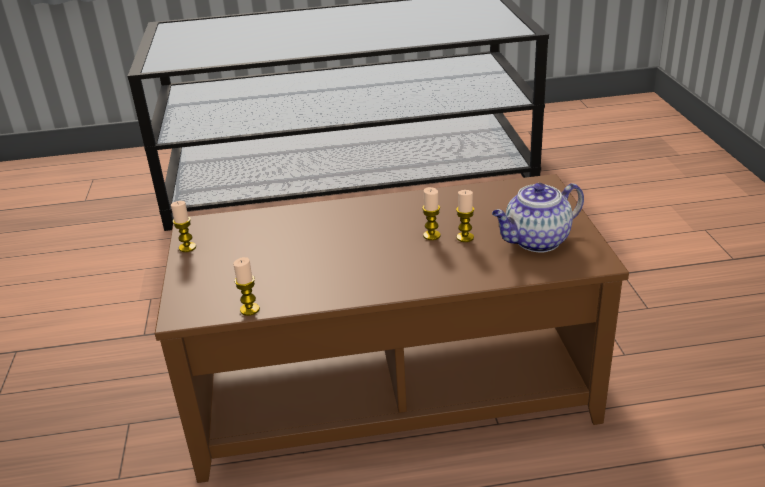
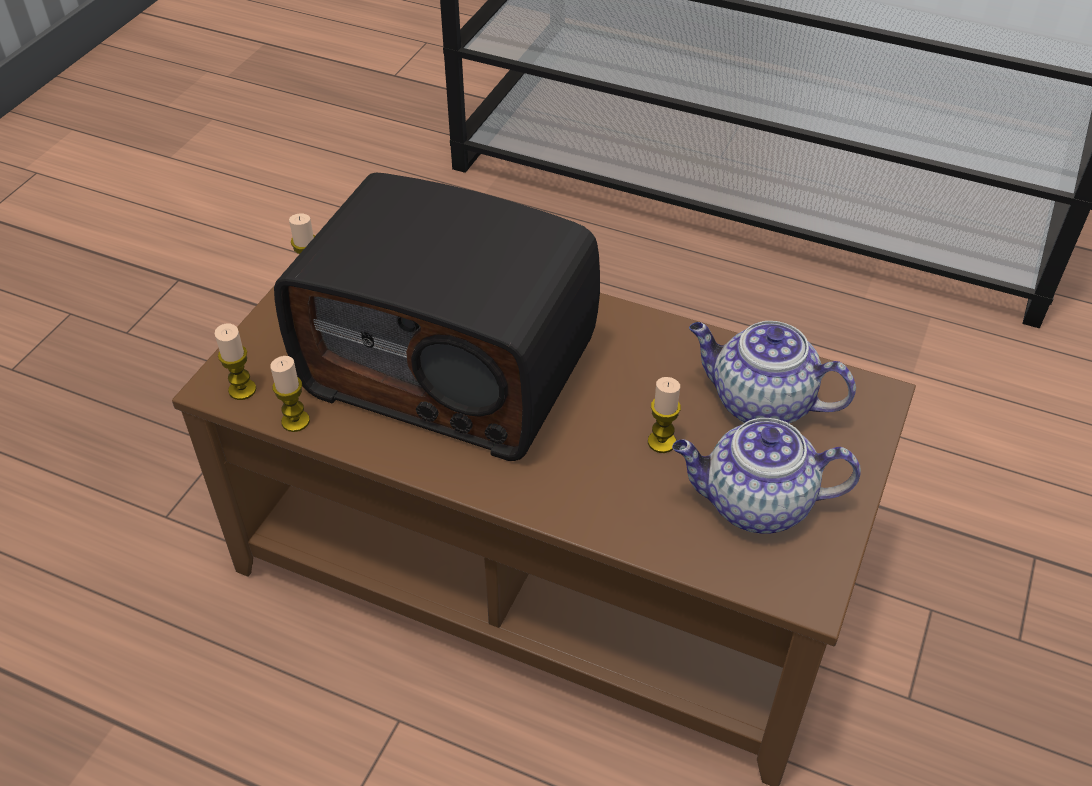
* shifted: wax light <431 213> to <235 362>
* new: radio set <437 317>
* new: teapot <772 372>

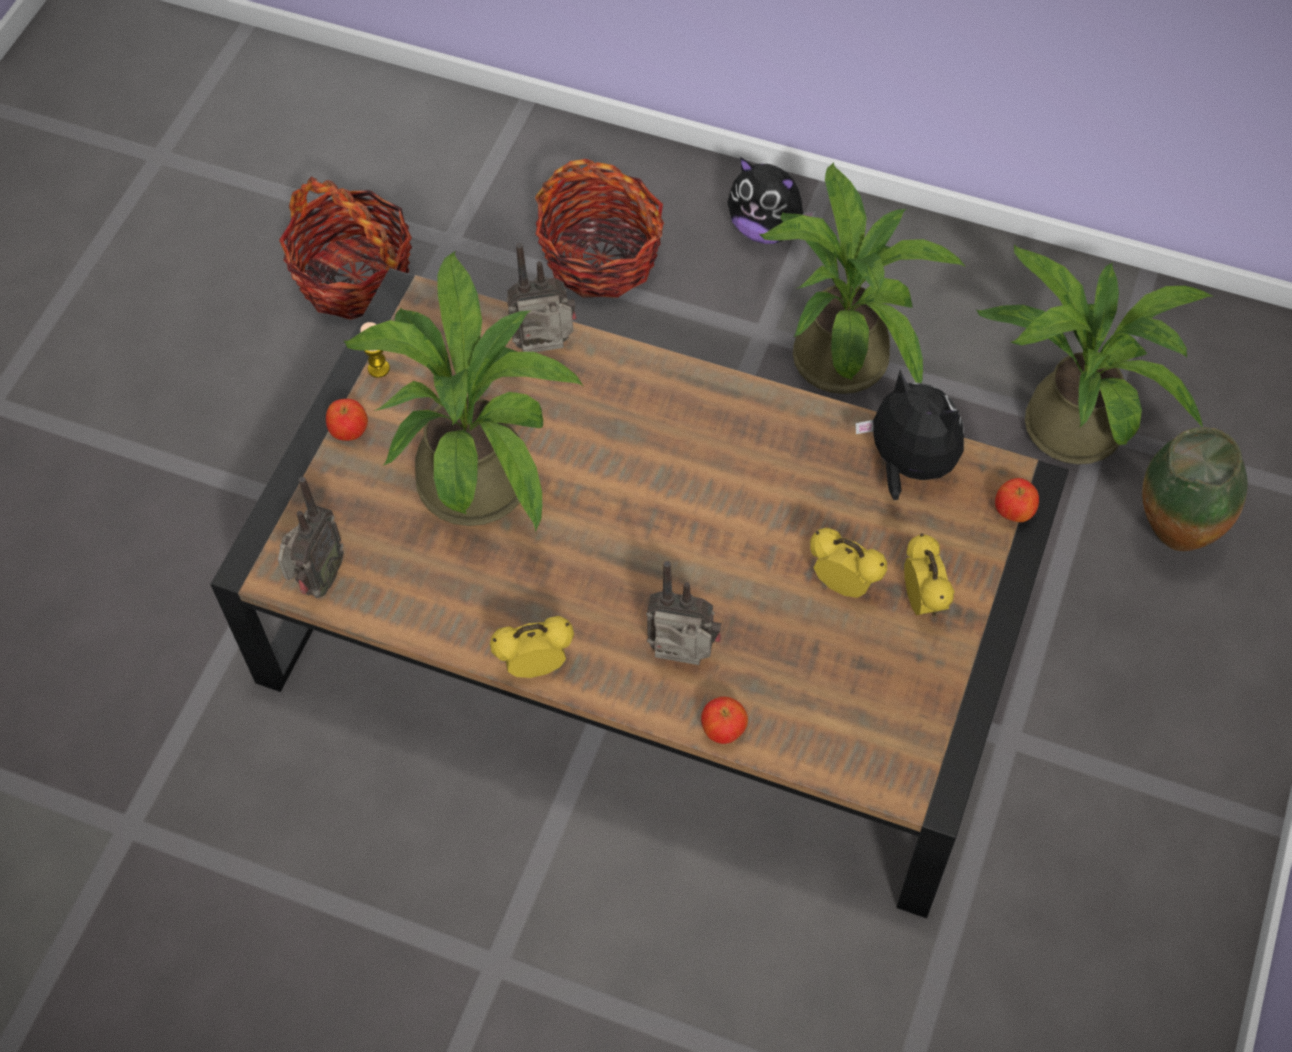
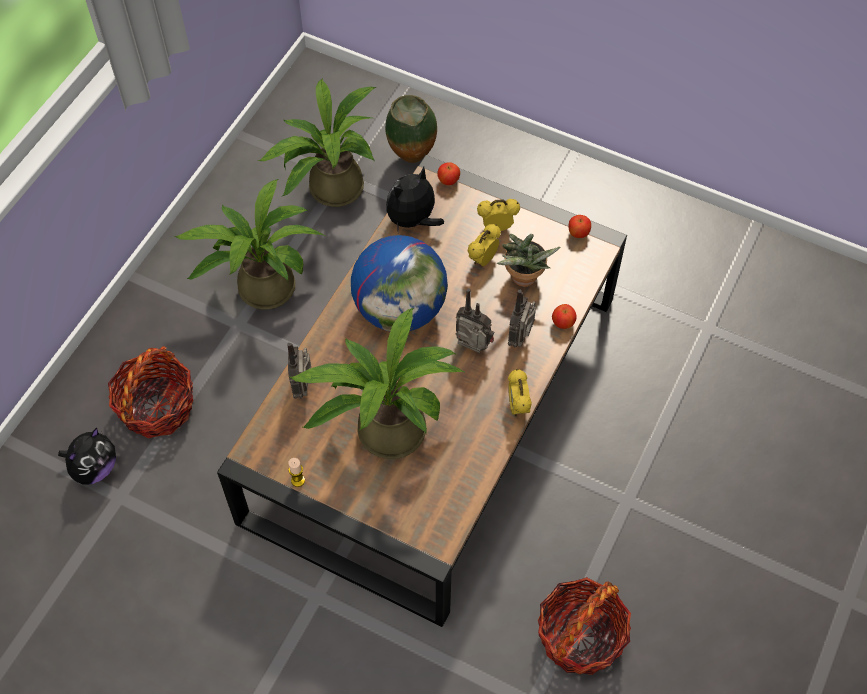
* shifted: radio set <311 537> to <475 320>
* shifted: household basket <345 248> to <584 626>
* shifted: whole apple <347 420> to <580 226>
* shifted: plush toy <771 200> to <87 456>
* new: globe <399 283>
* new: plant in a pot <528 260>

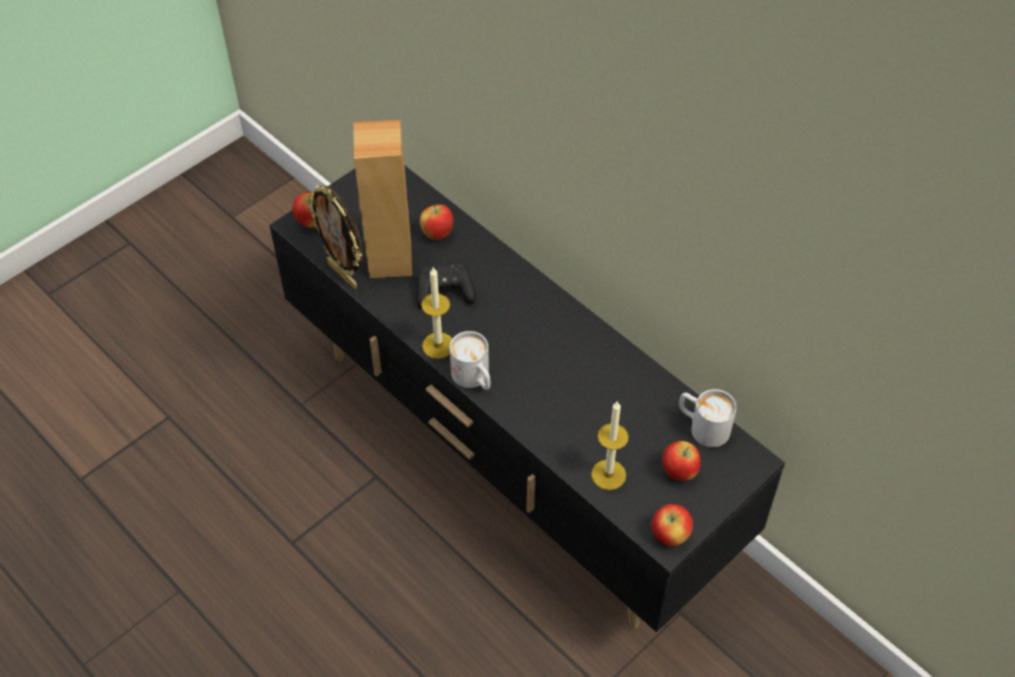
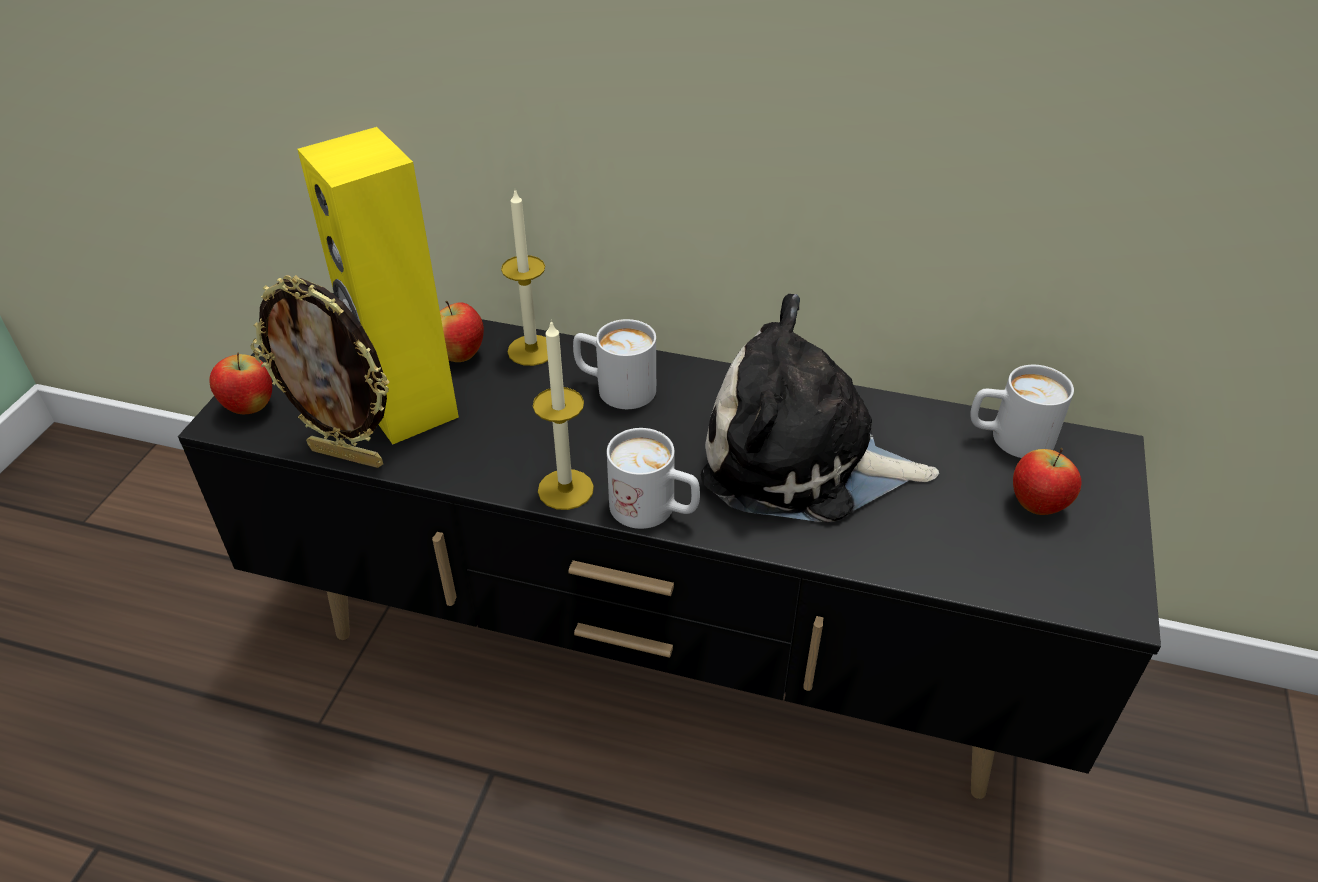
* repainted: brownish loudspeaker <383 199> to yellow-coloured loudspeaker <378 285>
* gone: black game controller <447 286>
* shifted: wax light <610 445> to <524 278>
* gone: whole apple <672 525>
* new: whitish mug <614 364>
* new: plush toy <820 408>

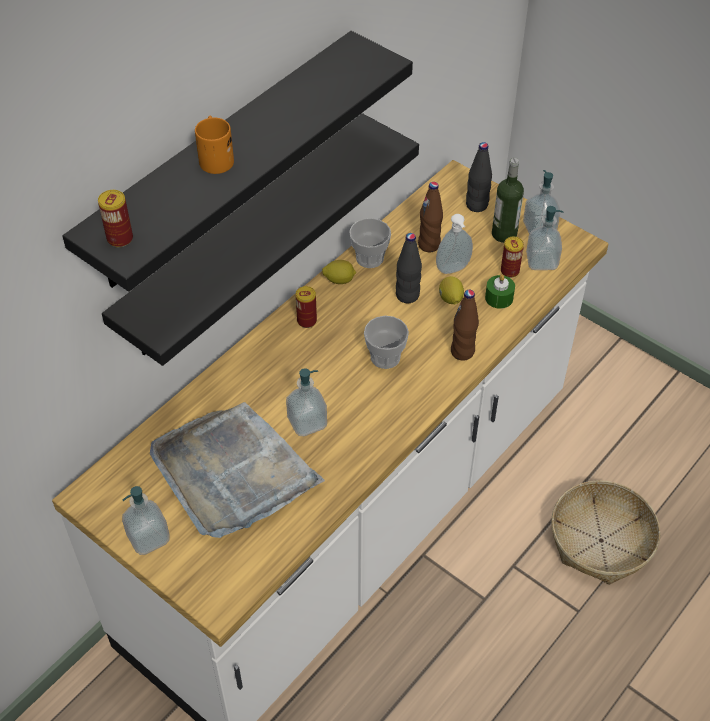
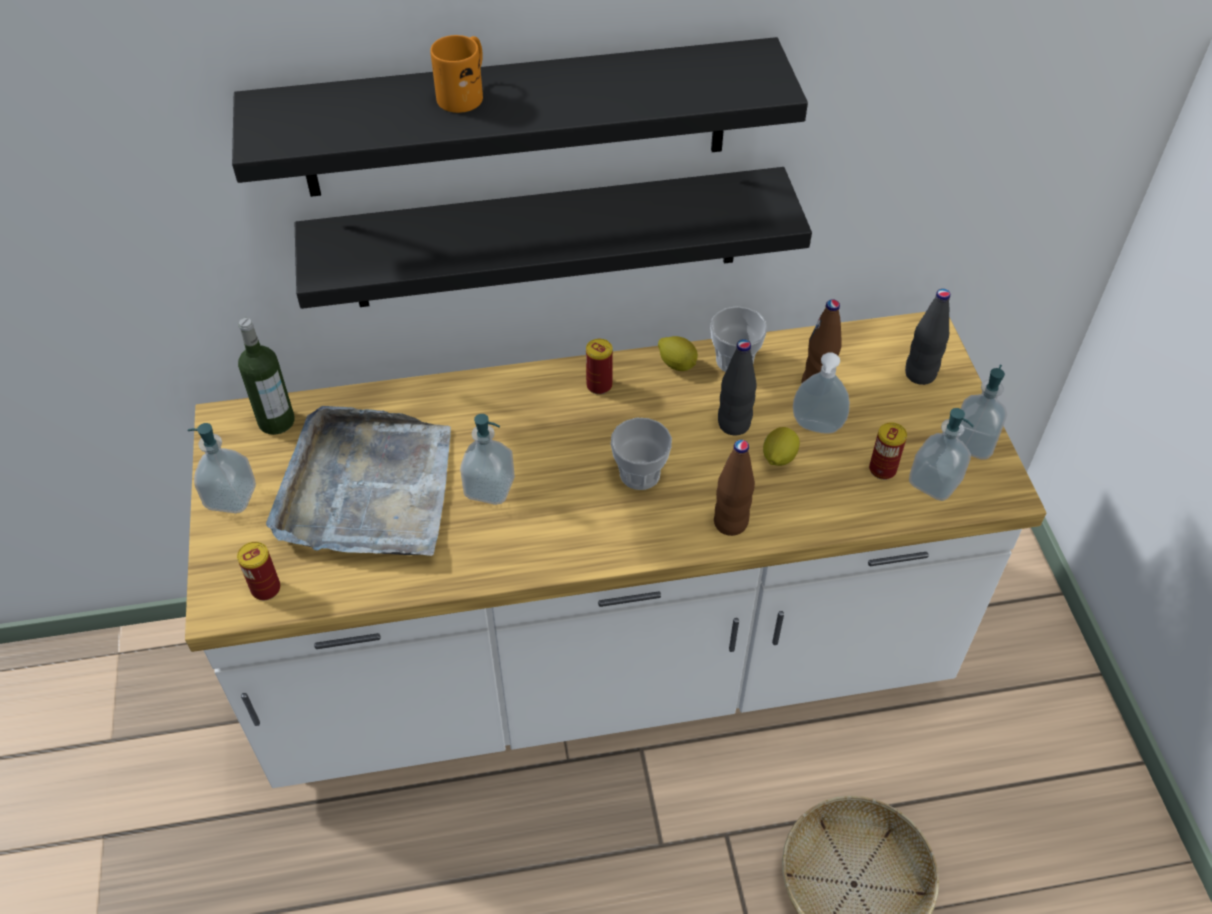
* shifted: metal can <115 218> to <258 571>
* gone: green-coloured wax light <500 291>
* shifted: beverage bottle <508 200> to <266 376>

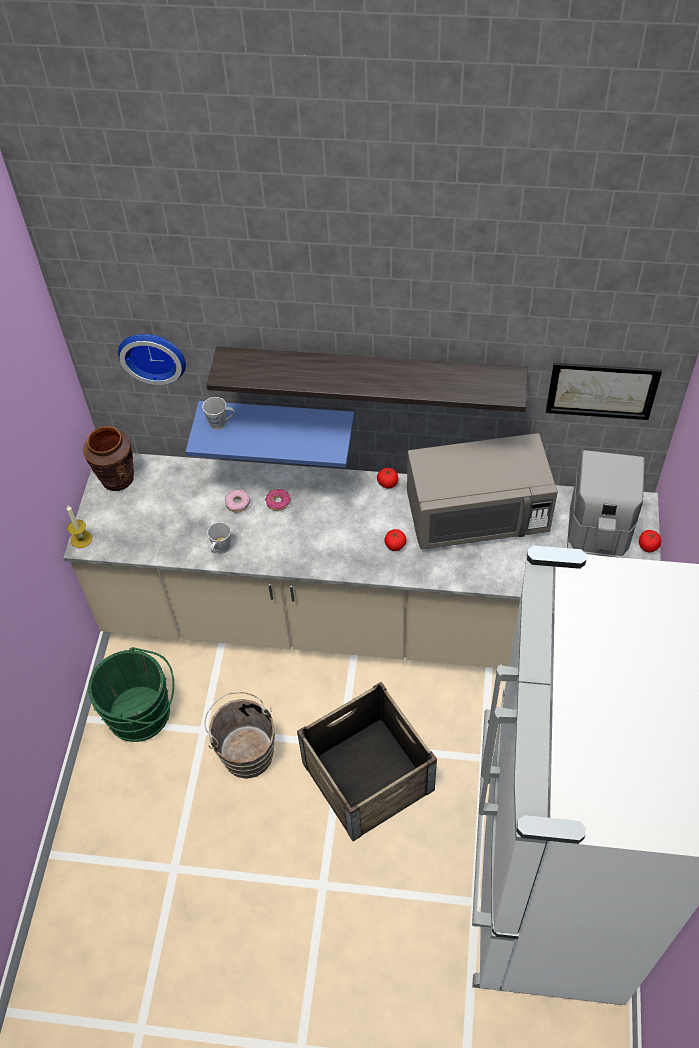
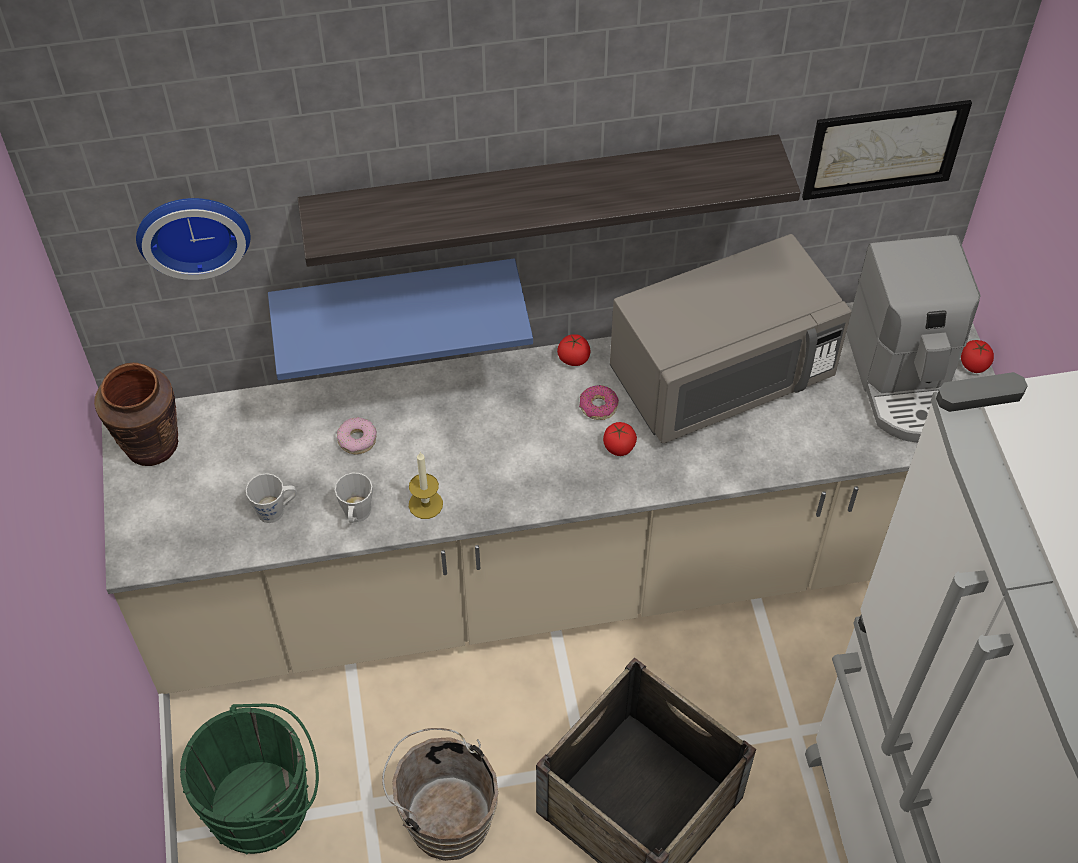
* shifted: wax light <79 527> to <426 485>
* shifted: gray mug <218 413> to <271 498>
* shifted: ring doughnut <278 500> to <599 402>

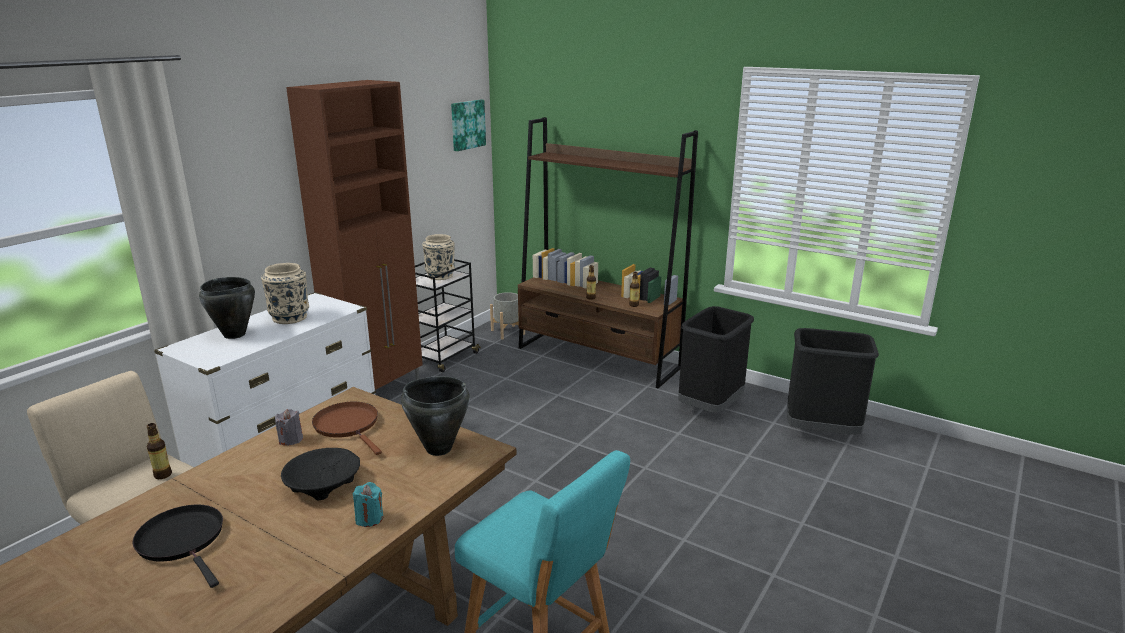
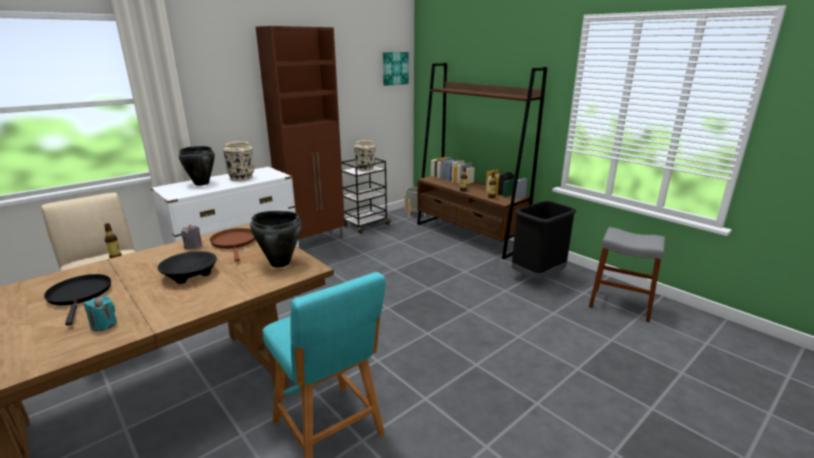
* shifted: turquoise wax light <368 504> to <100 313>
* swapped: black waste bin <833 381> to gray stool <627 274>

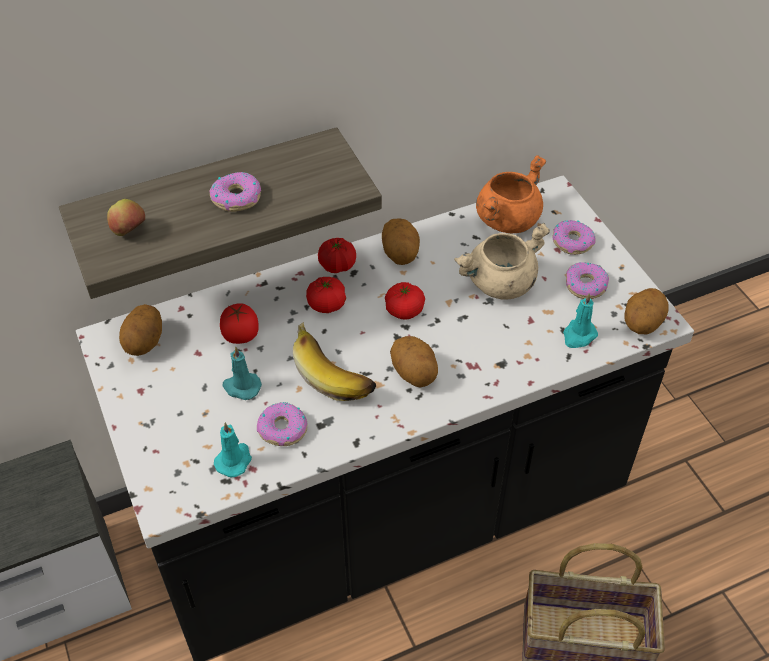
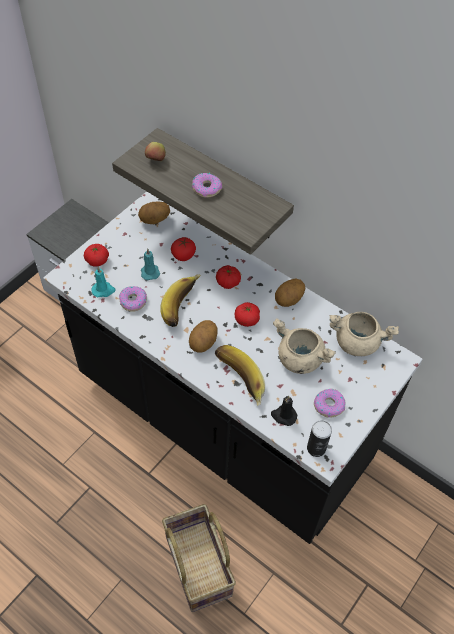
* shifted: tomato <337 255> to <96 255>
* repainted: orangey cooking pot <511 194> to beige cooking pot <364 334>
* gone: ring doughnut <574 237>
* repainted: turquoise wax light <580 320> to black wax light <284 411>
* swapped: whole potato <646 311> to metal can <319 438>
* new: banana fruit <240 375>

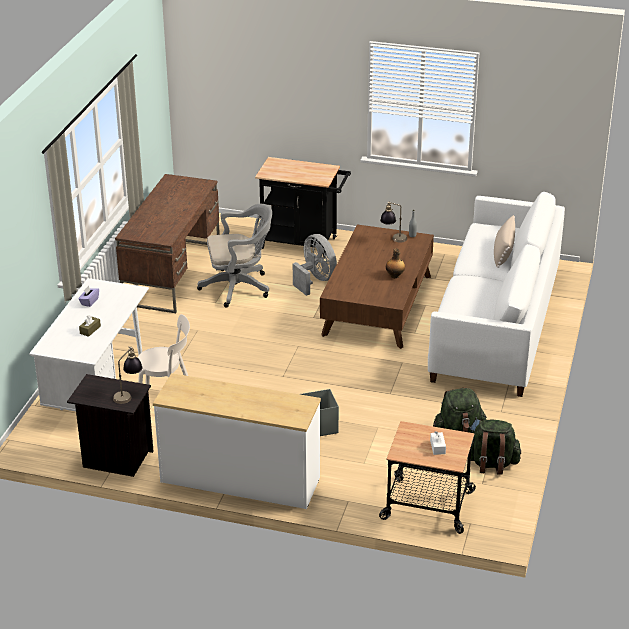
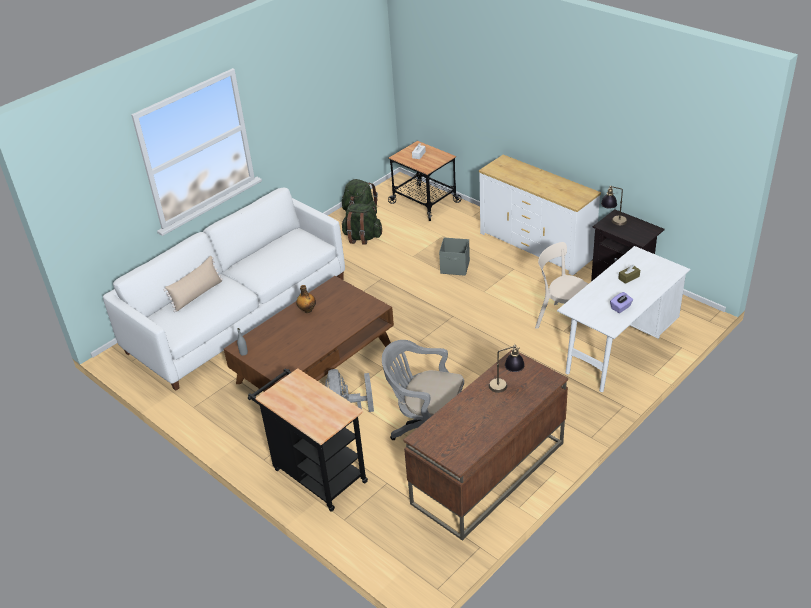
* shifted: table lamp <393 222> to <507 368>

